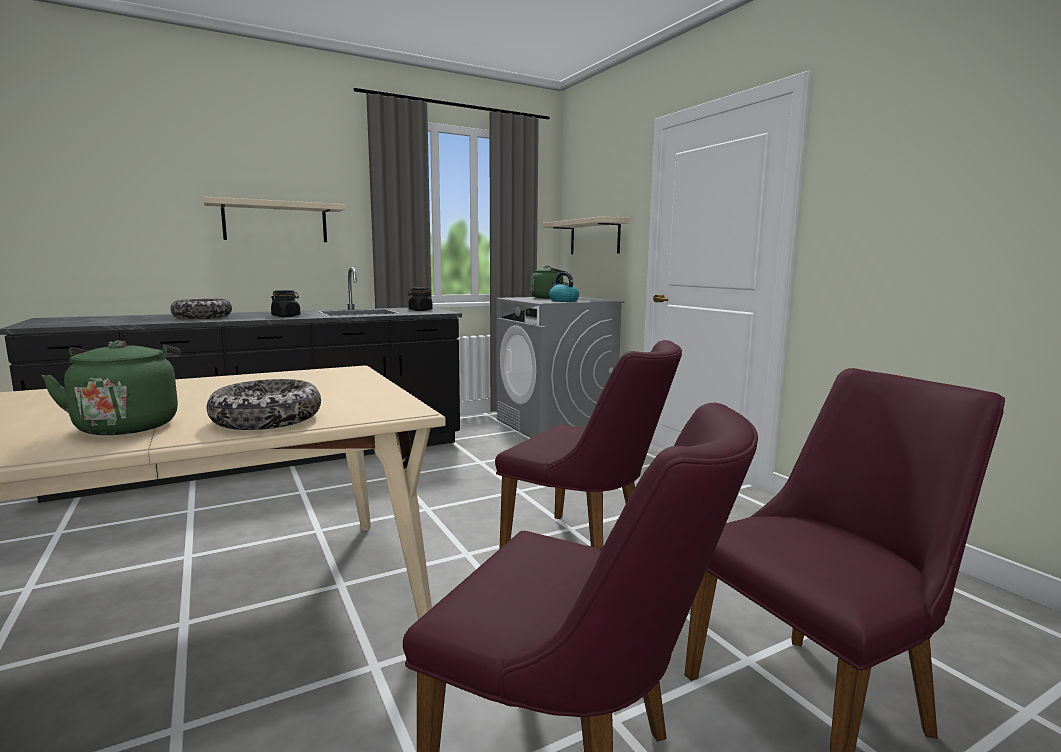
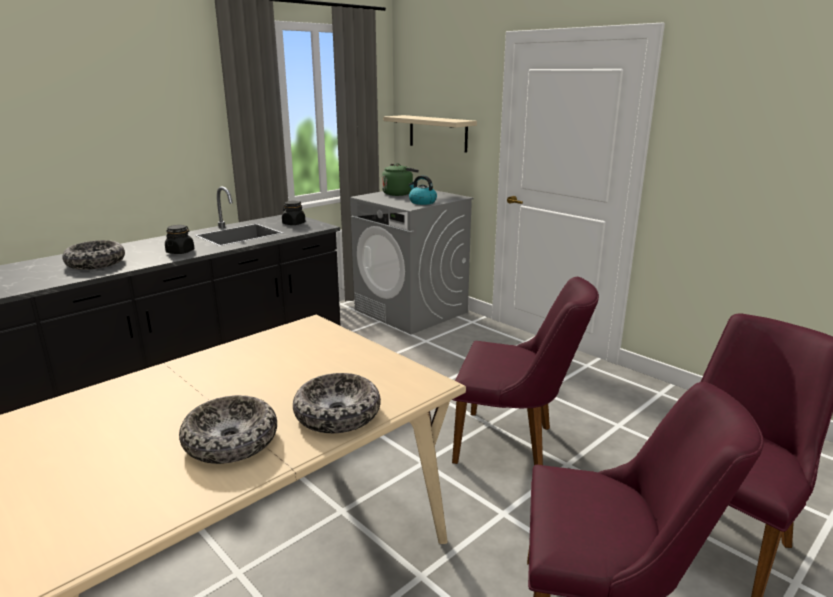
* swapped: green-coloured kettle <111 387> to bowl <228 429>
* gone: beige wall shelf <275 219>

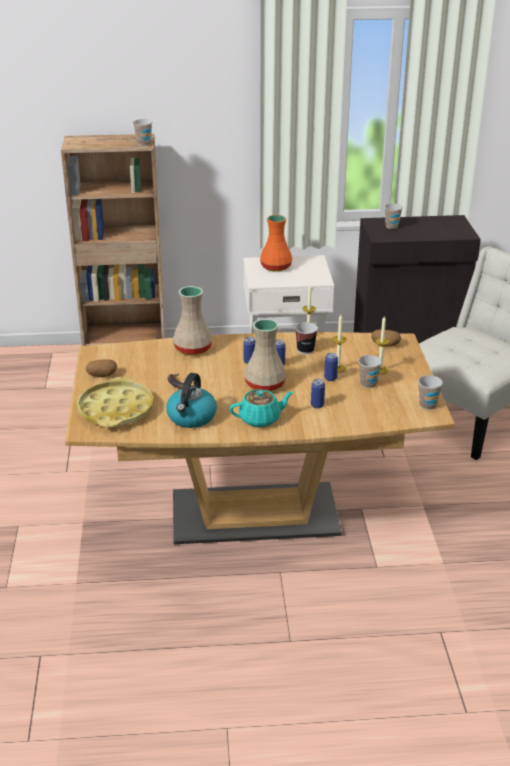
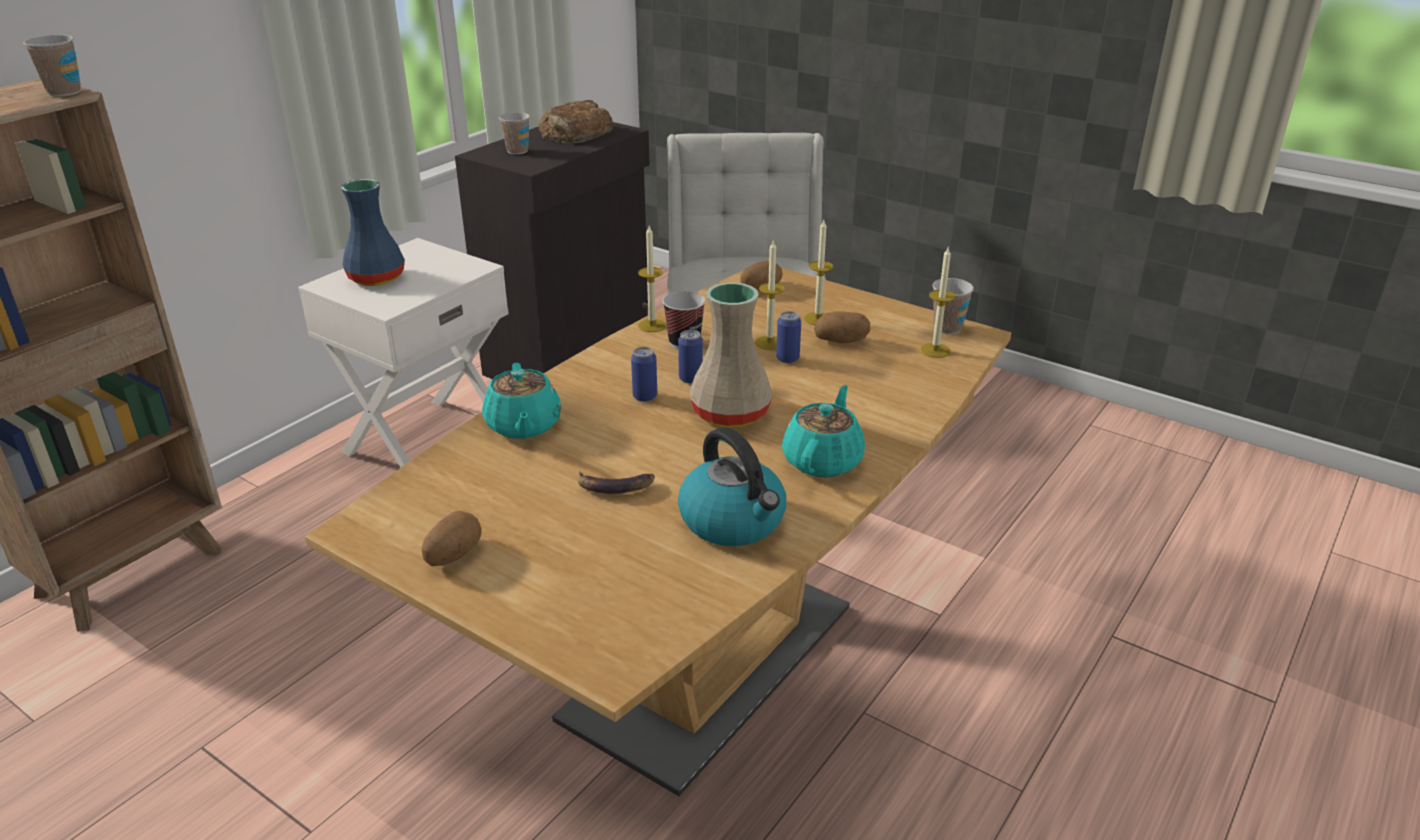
* gone: yellow-coloured tray <115 402>
* swapped: beige decorative vase <193 320> to turquoise teapot <522 401>
* repainted: orangey decorative vase <276 243> to blue decorative vase <373 232>
* gone: metal can <318 393>
* swapped: small cup <370 371> to whole potato <842 327>
* new: bread <576 122>
* new: wax light <937 303>

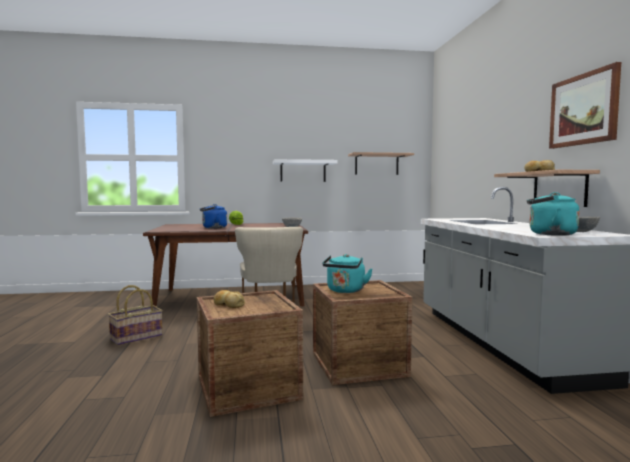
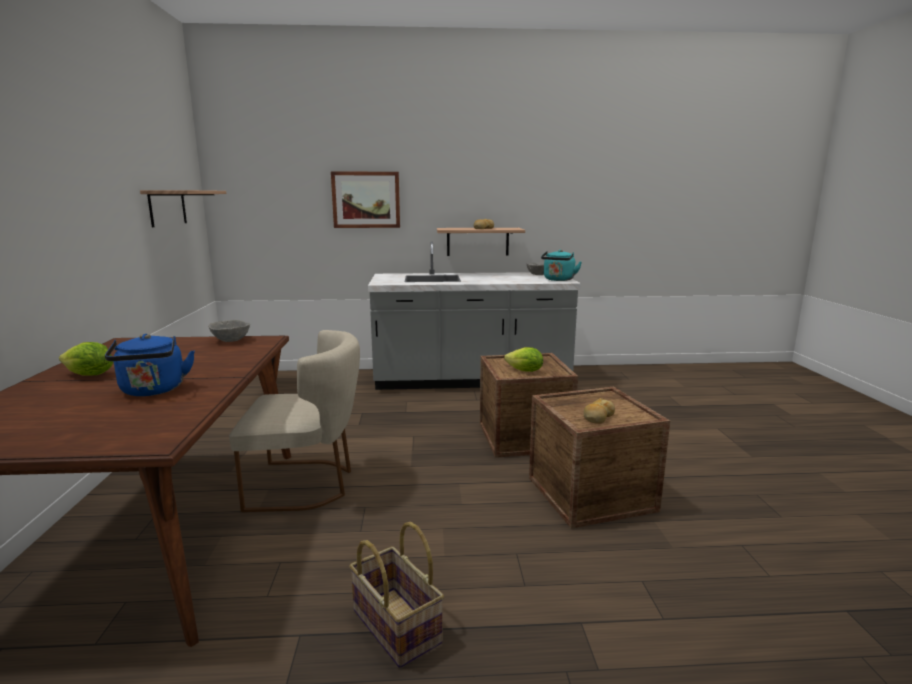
* gone: whitish wall shelf <305 170>
* swapped: turquoise kettle <347 273> to head of lettuce <523 359>
* shifted: wall art <585 105> to <365 200>

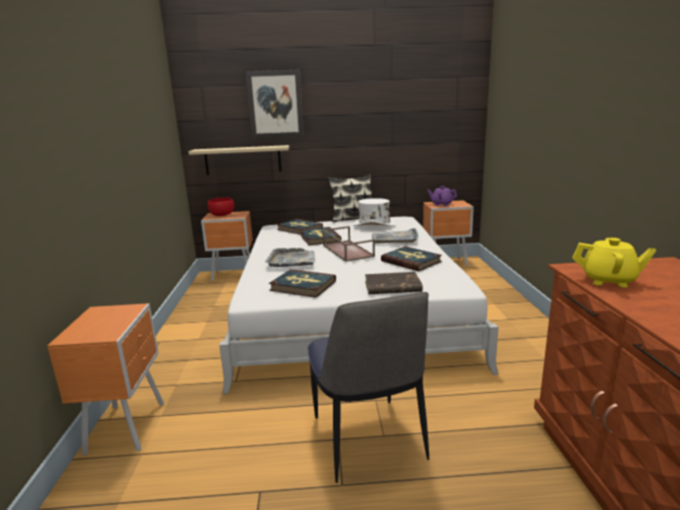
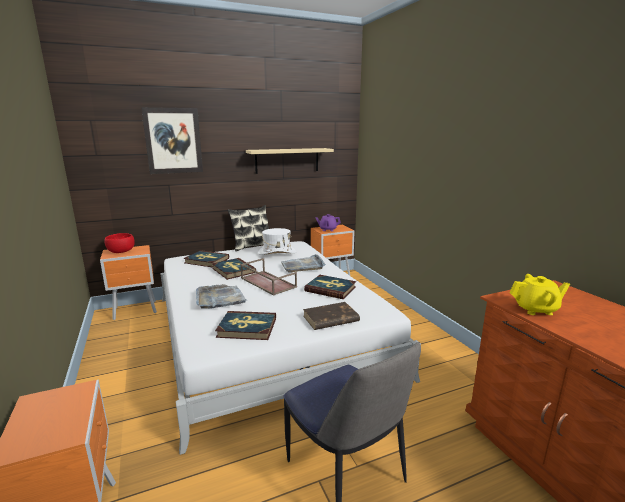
* shifted: beige wall shelf <238 160> to <290 161>

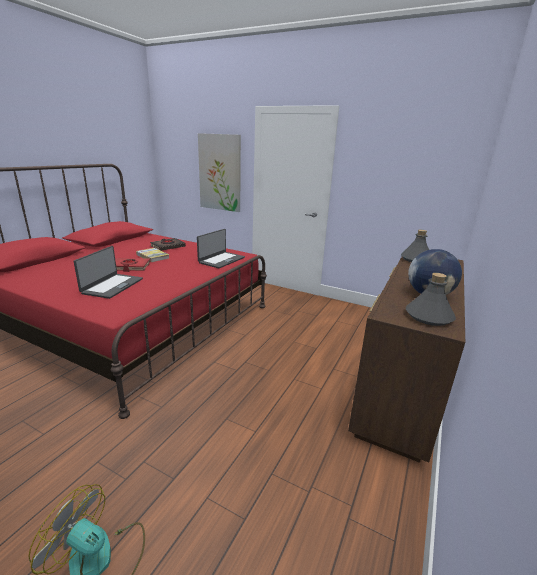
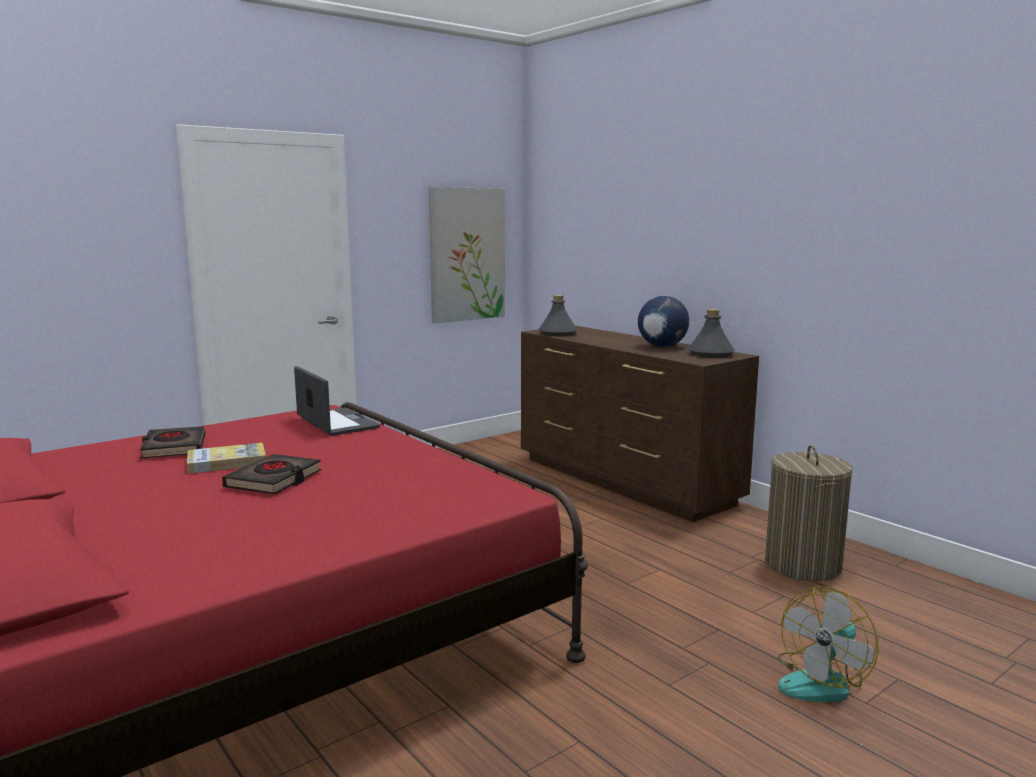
* gone: laptop <108 272>
* repainted: reddish volume <133 265> to black volume <271 474>
* shifted: wall art <219 172> to <467 255>
* new: laundry basket <809 513>

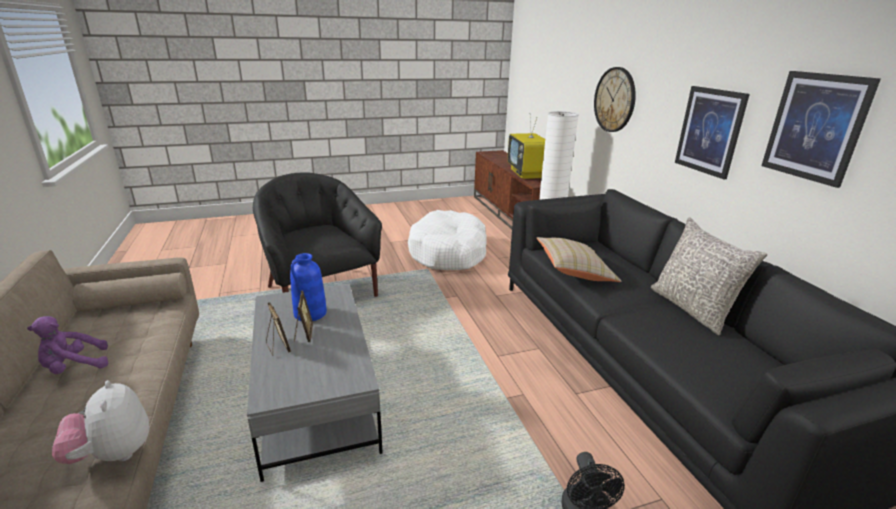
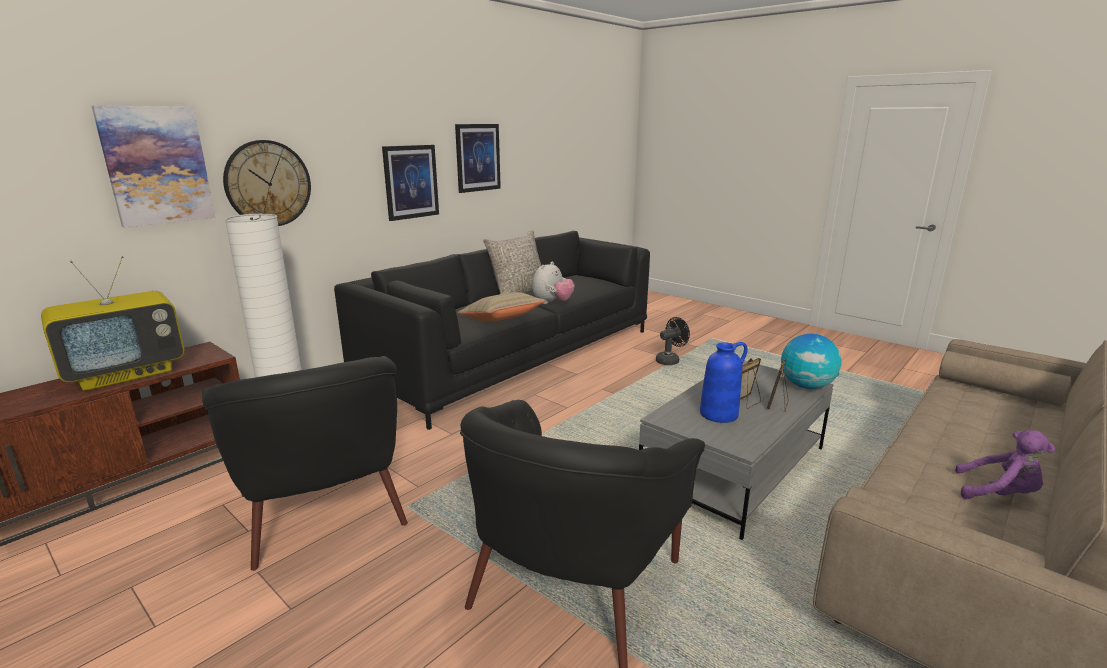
* shifted: plush toy <101 422> to <553 283>
* swapped: whitish pet bed <447 240> to black armchair <305 463>
* new: wall art <153 166>
* new: globe <811 361>

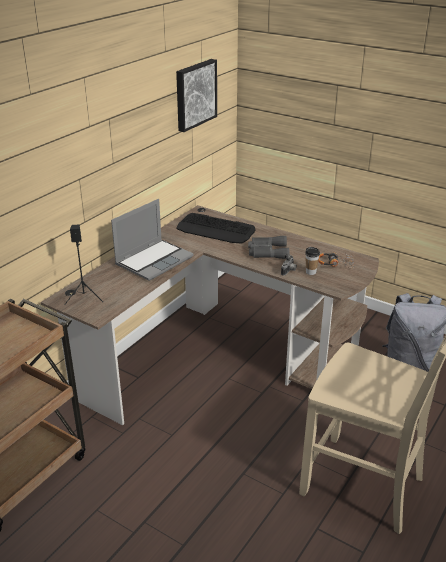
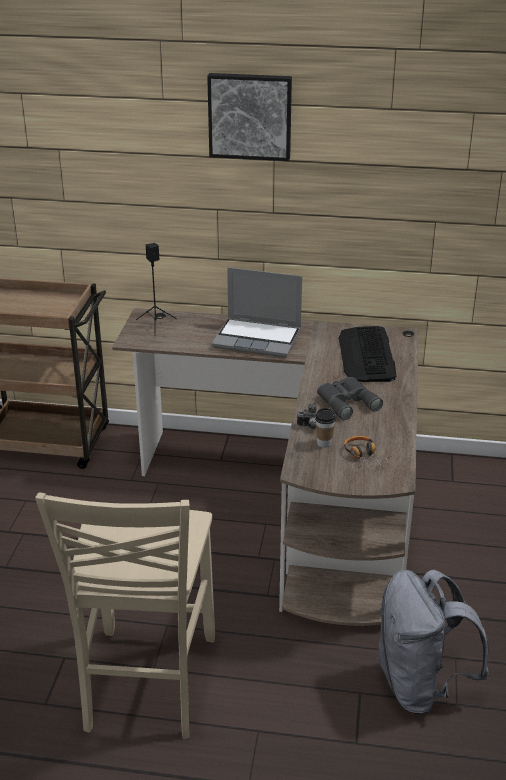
* shifted: wall art <196 95> to <249 117>

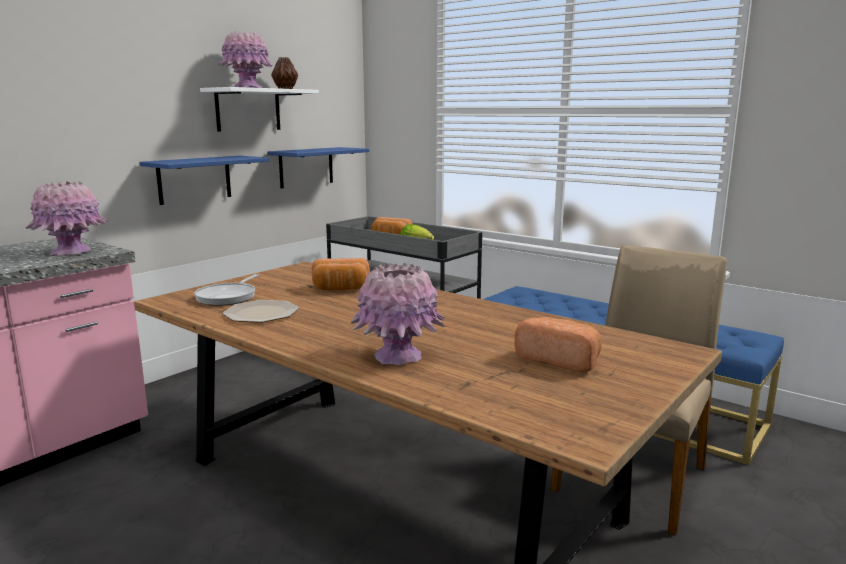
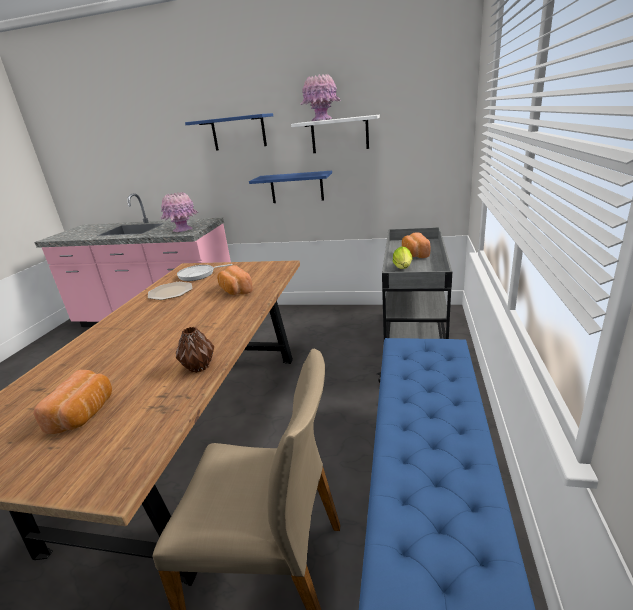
* shifted: blue wall shelf <318 168> to <229 132>
* shifted: brownish decorative vase <284 73> to <195 350>
* gone: pinkish decorative vase <398 314>

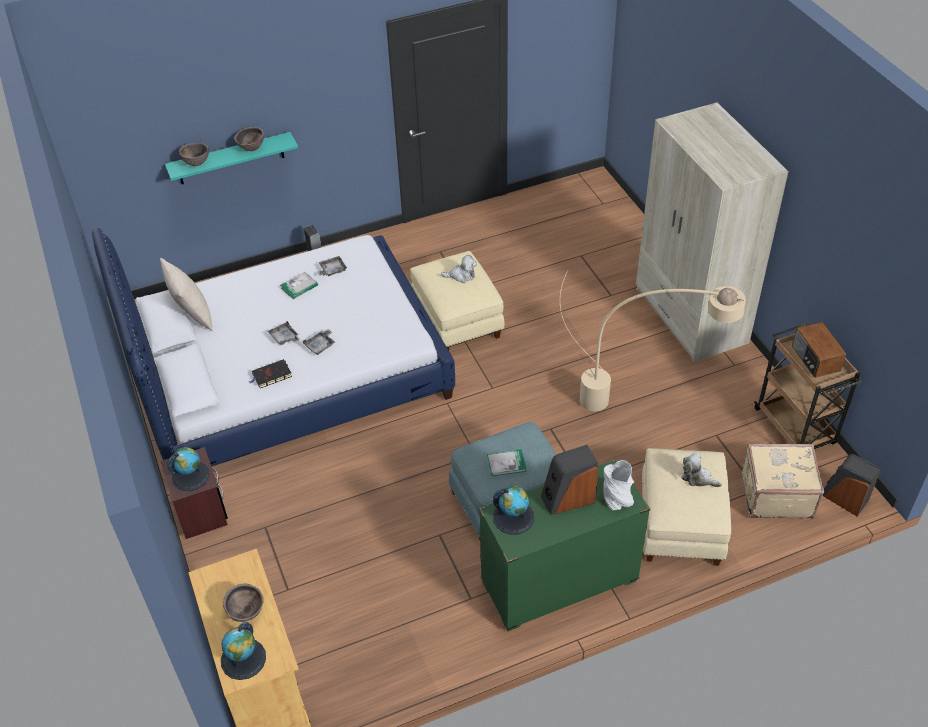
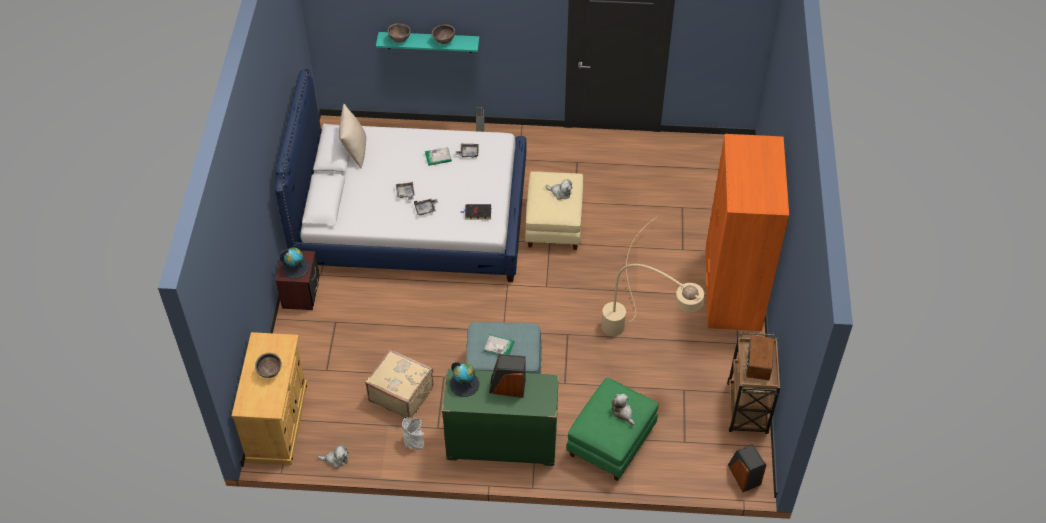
* gone: globe <243 651>
* shifted: black volume <270 373> to <475 211>
* shifted: gray decorative vase <618 485> to <413 434>
* repainted: beige wardrobe <712 232> to orangey wardrobe <747 232>
* repainted: beige ottoman <686 507> to green-coloured ottoman <612 429>
* shifted: beige travel case <783 481> to <399 384>
* new: plush toy <333 457>

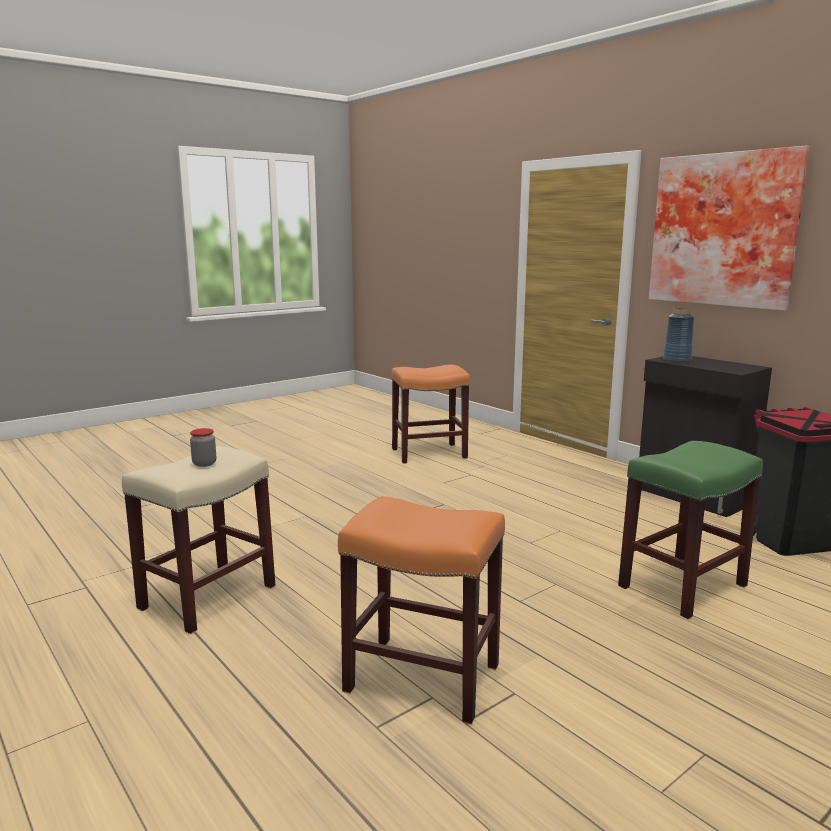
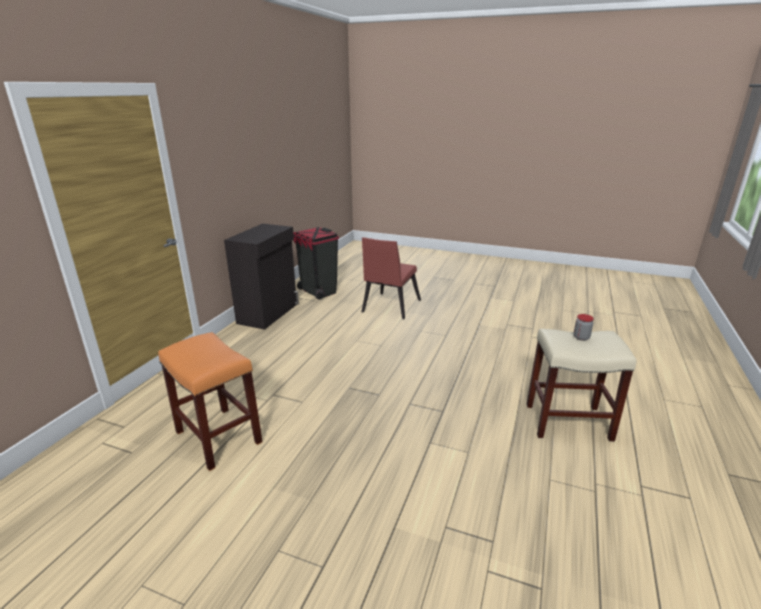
* gone: orangey stool <421 610>
* swapped: green-coloured stool <690 530> to reddish chair <391 278>
* gone: wall art <729 228>
* gone: blue decorative vase <678 335>

